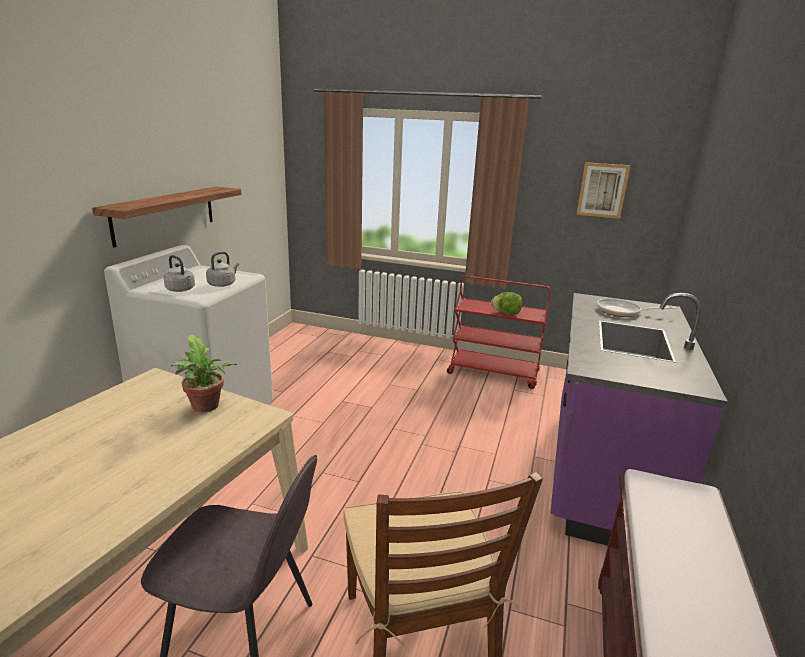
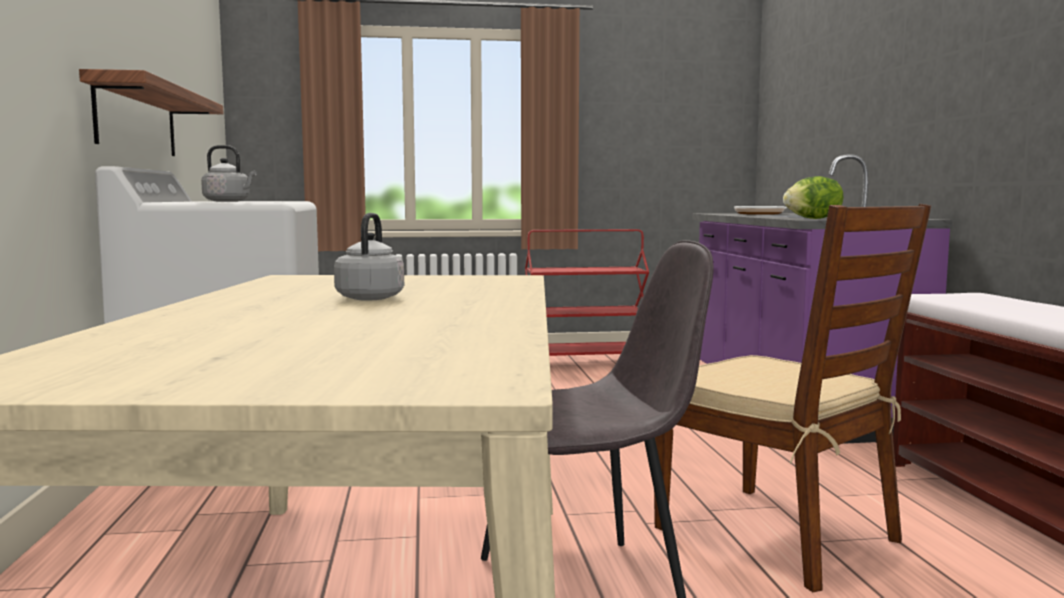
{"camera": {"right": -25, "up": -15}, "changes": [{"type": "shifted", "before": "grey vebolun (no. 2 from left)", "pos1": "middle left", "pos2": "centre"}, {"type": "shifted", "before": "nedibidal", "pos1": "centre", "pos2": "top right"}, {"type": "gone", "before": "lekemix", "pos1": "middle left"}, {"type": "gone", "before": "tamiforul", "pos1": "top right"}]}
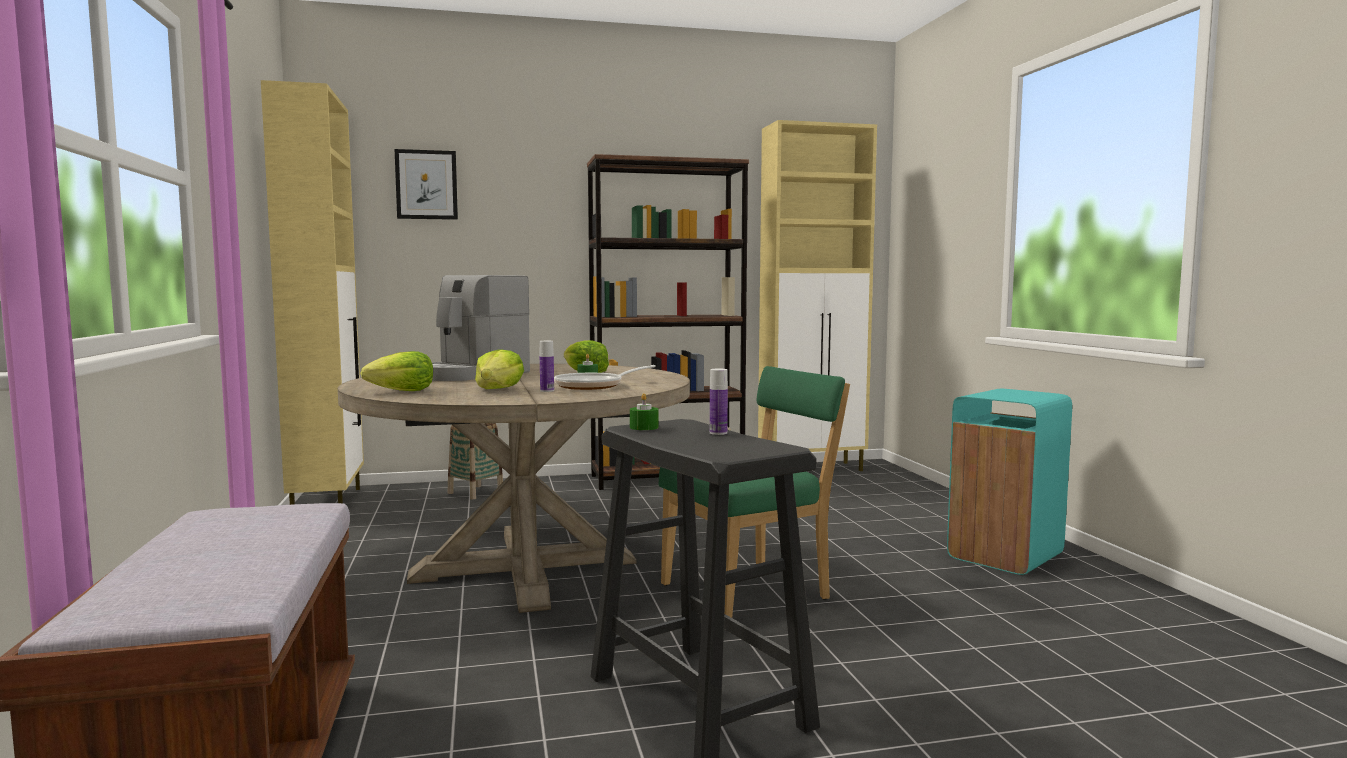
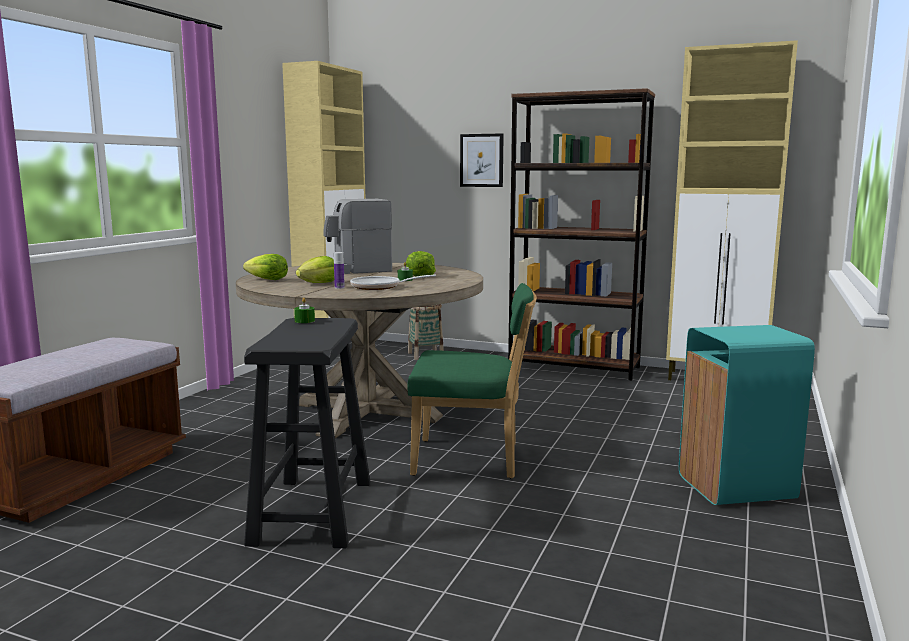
{"camera": {"right": 35, "up": 5}, "changes": [{"type": "shifted", "before": "tamiforul", "pos1": "top left", "pos2": "top centre"}, {"type": "gone", "before": "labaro (no. 2 from left)", "pos1": "centre"}]}
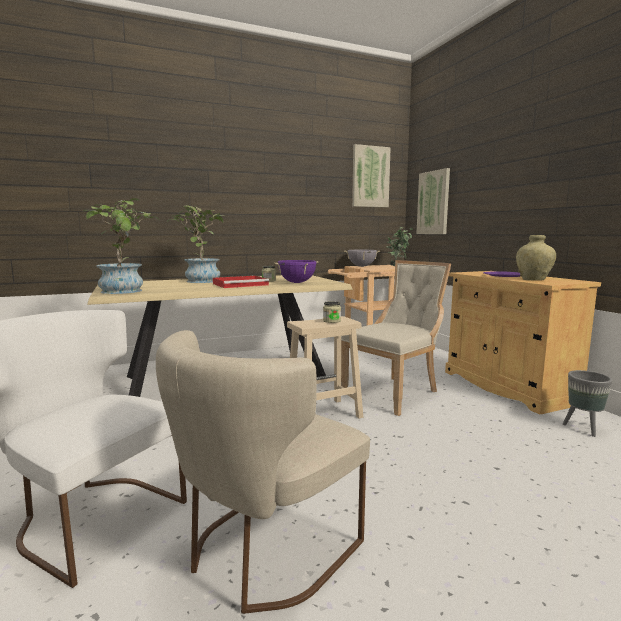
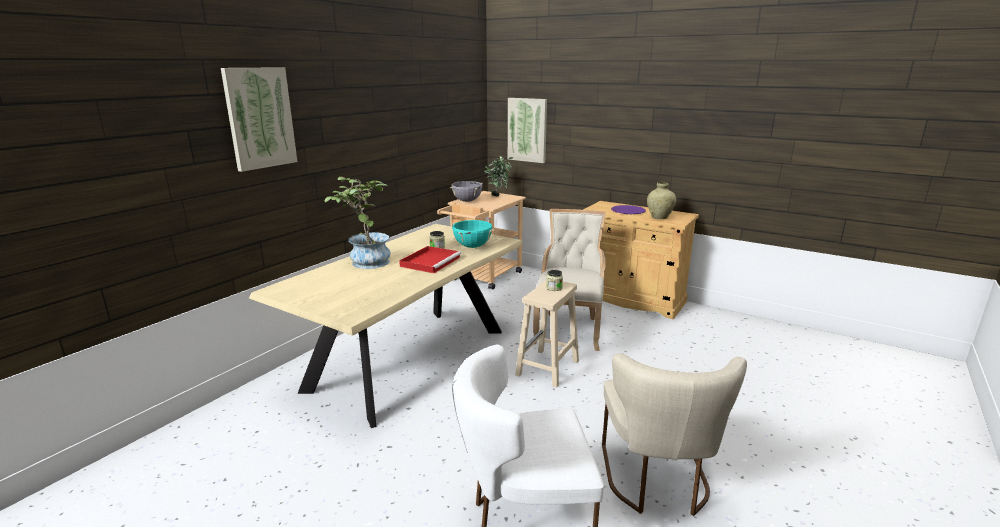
{"camera": {"right": -35, "up": 10}, "changes": [{"type": "shifted", "before": "tamiforul (no. 1 from left)", "pos1": "top centre", "pos2": "top left"}, {"type": "repainted", "before": "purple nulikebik", "after": "turquoise nulikebik", "pos1": "centre", "pos2": "centre"}, {"type": "gone", "before": "lekemix (no. 1 from left)", "pos1": "middle left"}, {"type": "gone", "before": "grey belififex", "pos1": "middle right"}]}
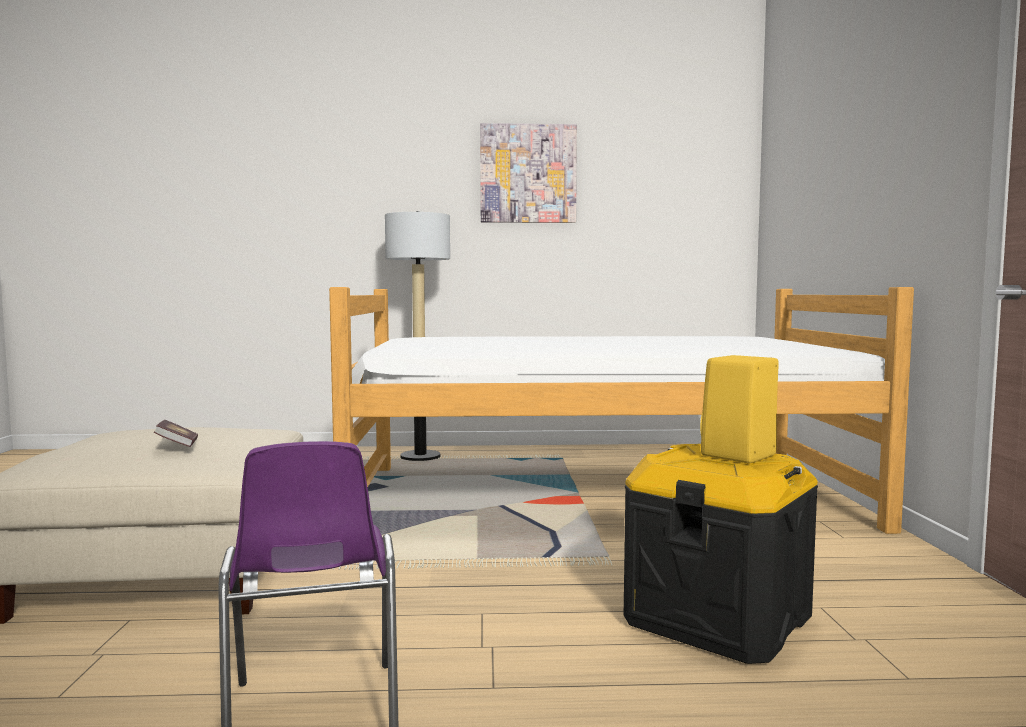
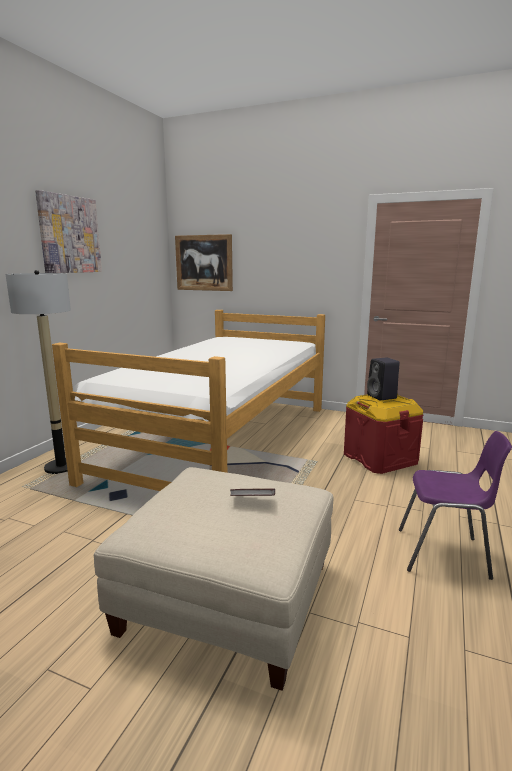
{"camera": {"right": -65, "up": 10}, "changes": [{"type": "new", "after": "tamiforul (no. 2 from left)", "pos2": "centre"}, {"type": "repainted", "before": "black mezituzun", "after": "red mezituzun", "pos1": "bottom right", "pos2": "middle right"}, {"type": "repainted", "before": "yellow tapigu", "after": "black tapigu", "pos1": "middle right", "pos2": "middle right"}]}
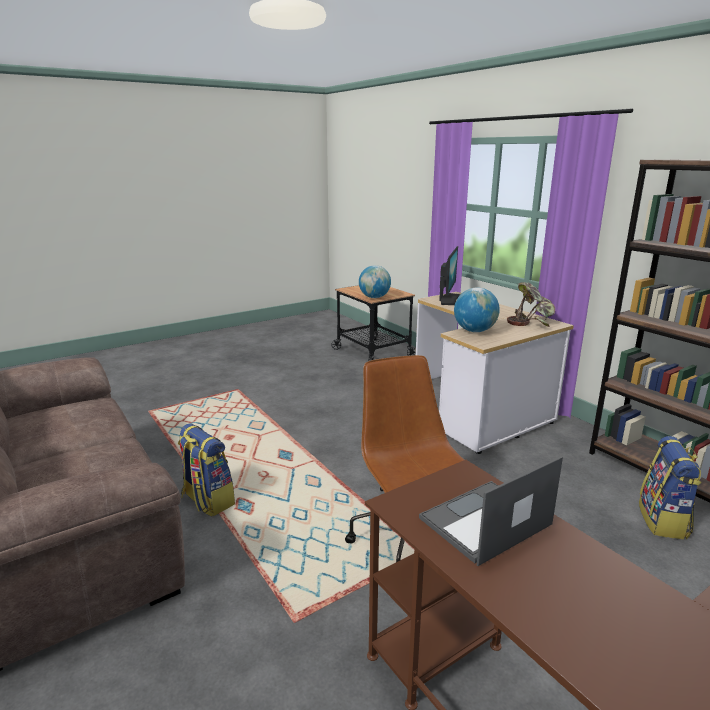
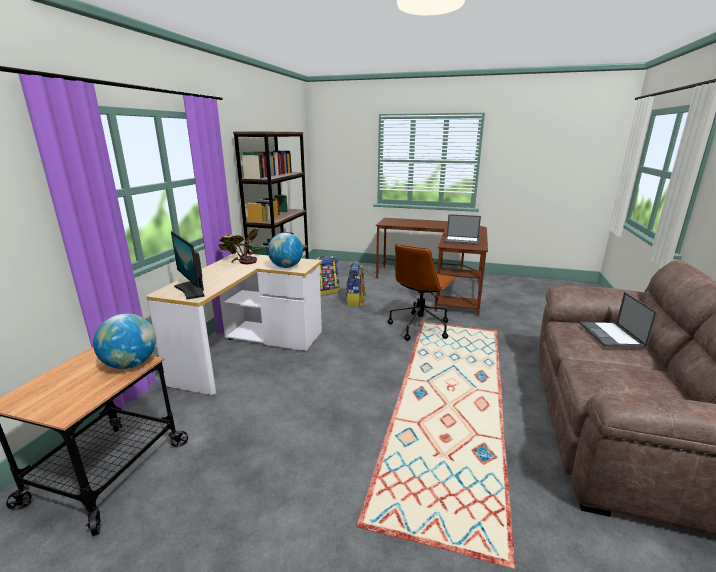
{"camera": {"right": -130, "up": 0}, "changes": [{"type": "rotated", "before": "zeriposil", "pos1": "centre", "pos2": "middle left", "turn": -105}, {"type": "shifted", "before": "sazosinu (no. 1 from left in the first image)", "after": "sazosinu (no. 2 from left)", "pos1": "middle left", "pos2": "centre"}, {"type": "new", "after": "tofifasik (no. 2 from left)", "pos2": "middle right"}]}
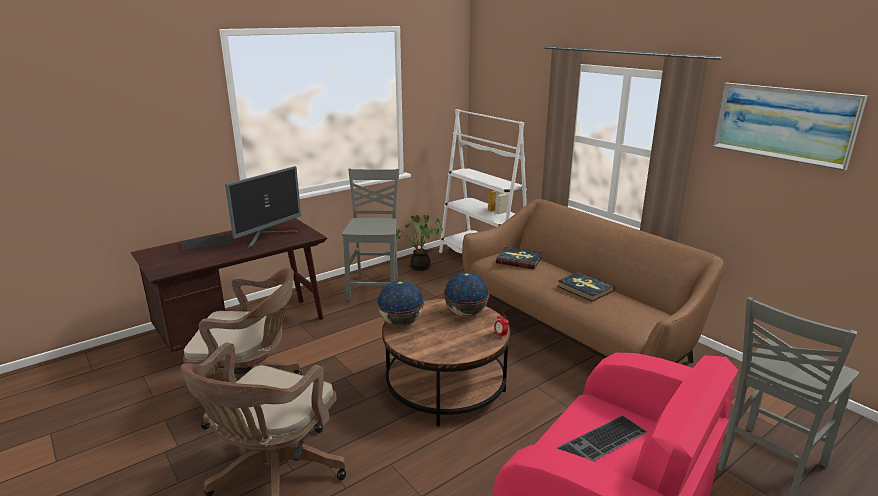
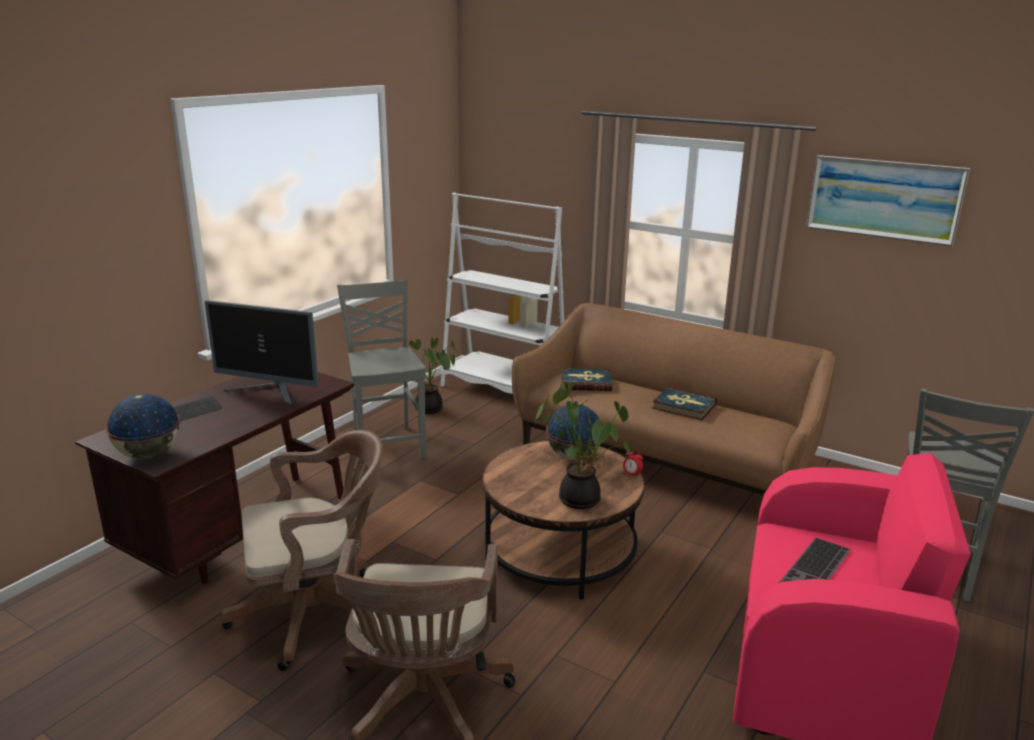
{"camera": {"right": -20, "up": 0}, "changes": [{"type": "shifted", "before": "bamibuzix (no. 1 from left)", "pos1": "centre", "pos2": "middle left"}, {"type": "rotated", "before": "zeriposil", "pos1": "middle left", "pos2": "middle left", "turn": 90}, {"type": "new", "after": "lekemix (no. 2 from left)", "pos2": "centre"}]}
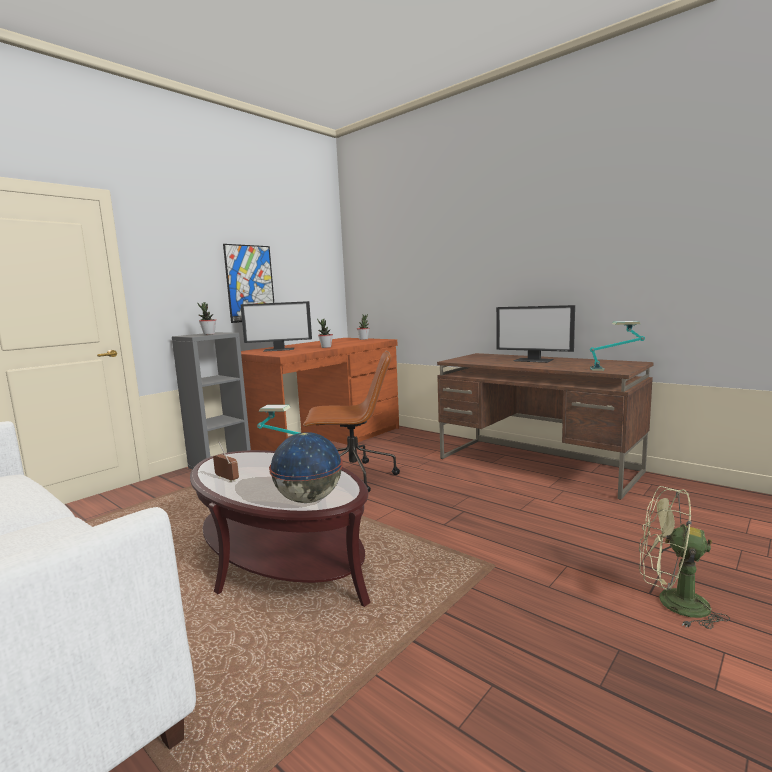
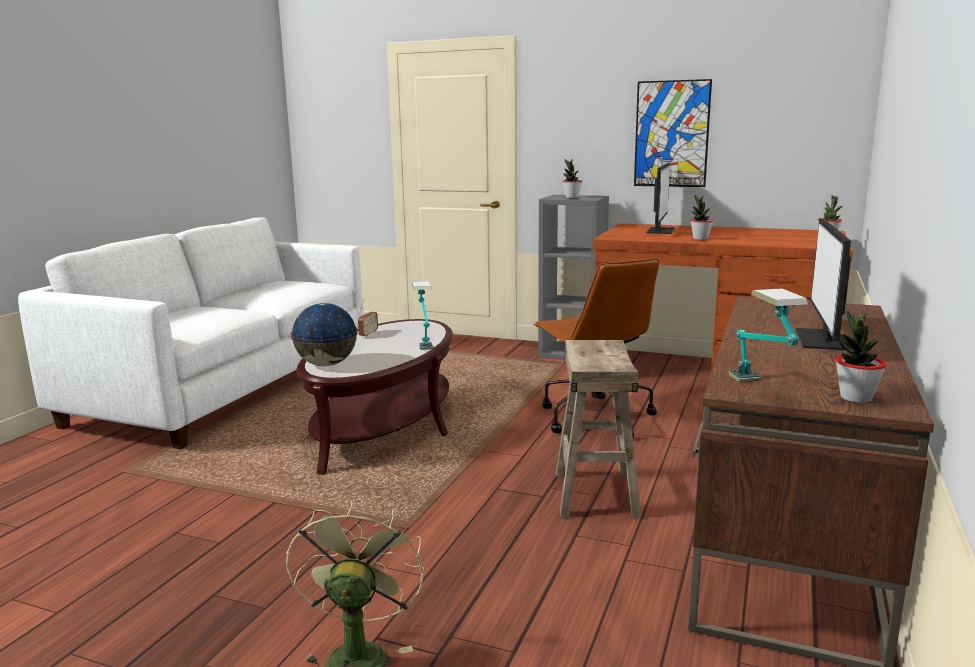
{"camera": {"right": 70, "up": 5}, "changes": [{"type": "new", "after": "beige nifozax", "pos2": "centre"}, {"type": "rotated", "before": "zeriposil (no. 1 from left)", "pos1": "centre", "pos2": "top right", "turn": -135}, {"type": "new", "after": "lekemix (no. 4 from left)", "pos2": "middle right"}]}
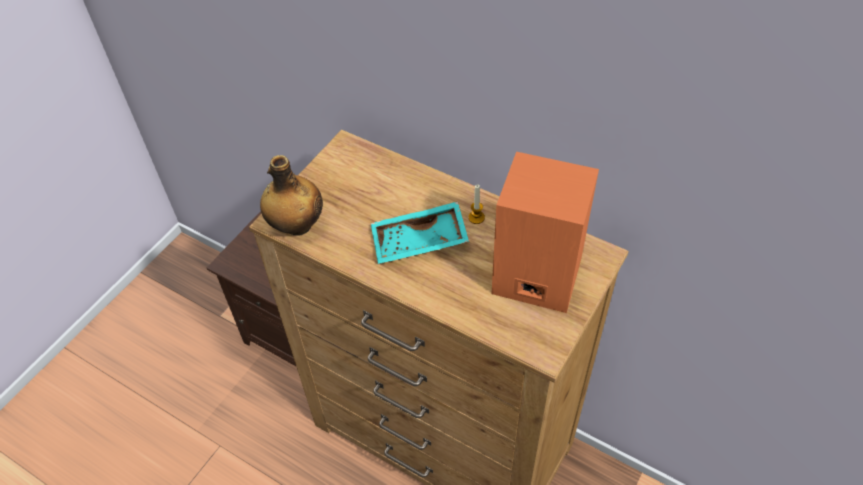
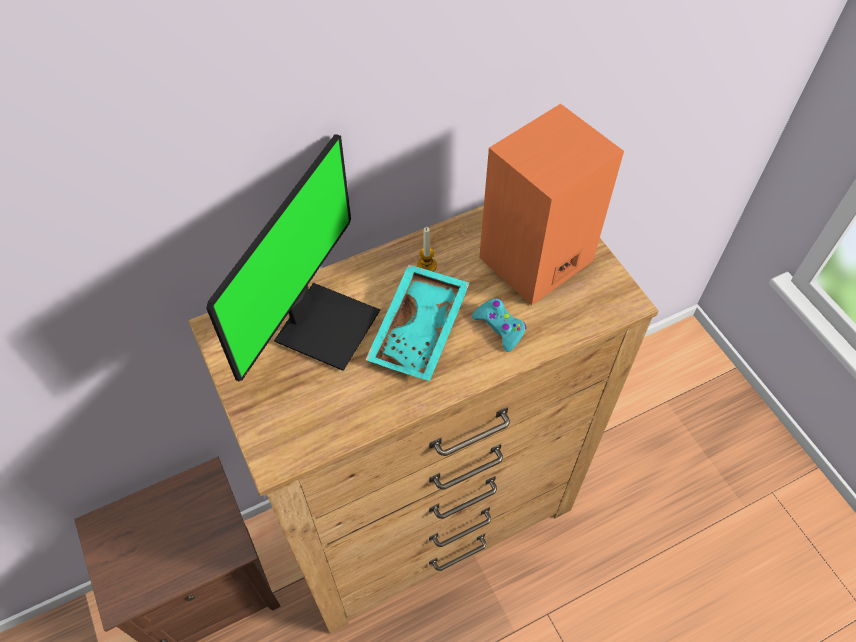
{"camera": {"right": -60, "up": 5}, "changes": [{"type": "new", "after": "zeriposil", "pos2": "centre"}, {"type": "new", "after": "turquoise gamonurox", "pos2": "centre"}, {"type": "gone", "before": "labaro", "pos1": "centre"}]}
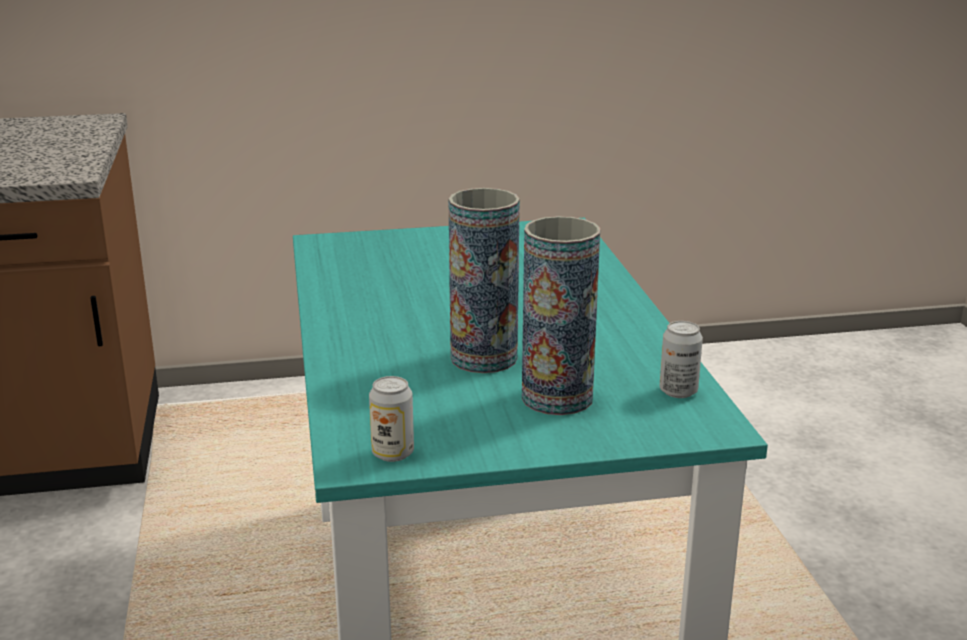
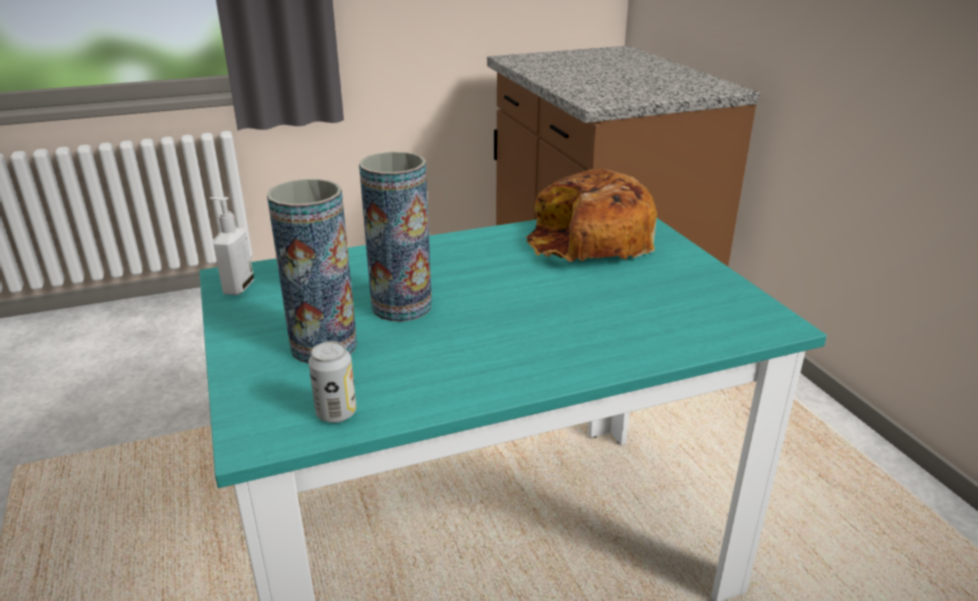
{"camera": {"right": 80, "up": 5}, "changes": [{"type": "swapped", "before": "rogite (no. 1 from left)", "after": "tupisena", "pos1": "centre", "pos2": "middle left"}, {"type": "new", "after": "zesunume", "pos2": "centre"}]}
